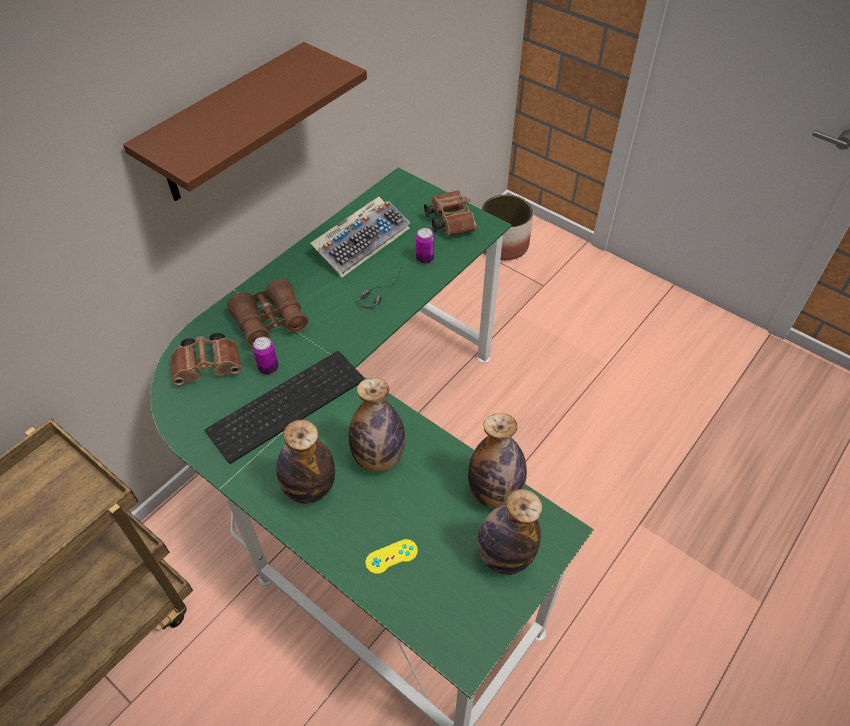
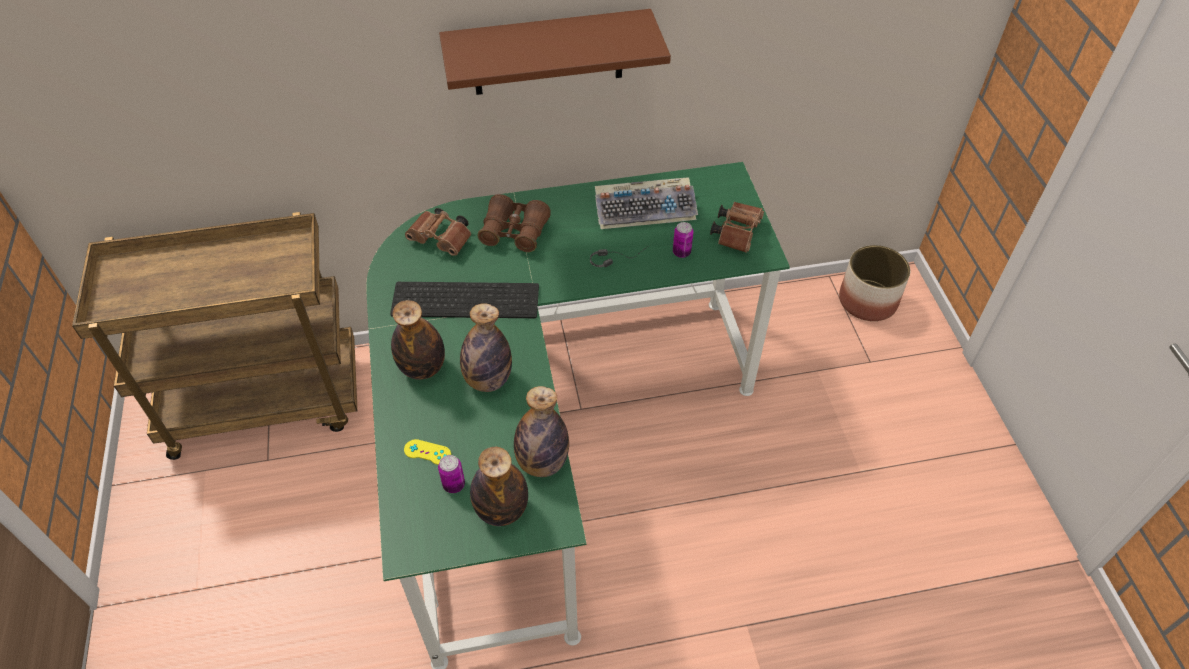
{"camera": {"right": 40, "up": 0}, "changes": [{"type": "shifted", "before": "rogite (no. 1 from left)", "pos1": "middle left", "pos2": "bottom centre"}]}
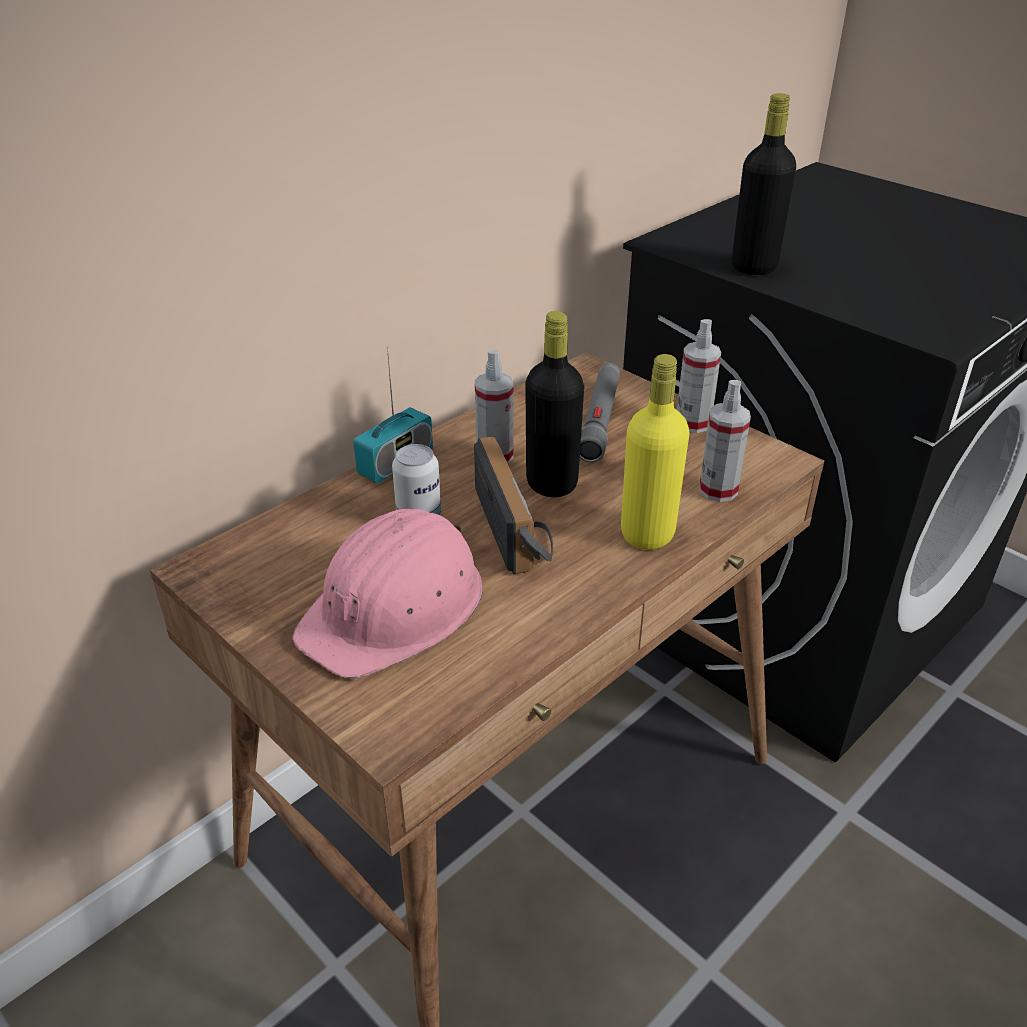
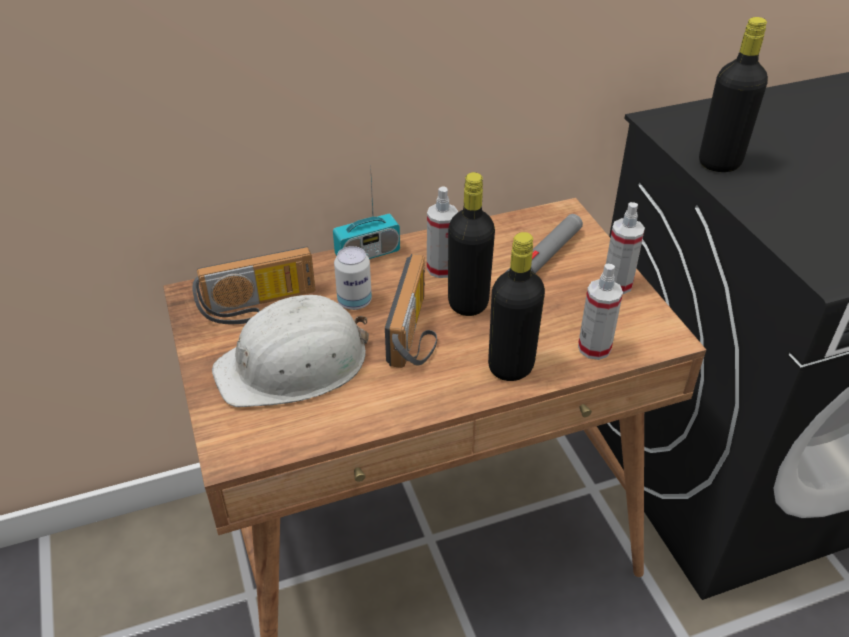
{"camera": {"right": 25, "up": 5}, "changes": [{"type": "new", "after": "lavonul (no. 1 from left)", "pos2": "middle left"}, {"type": "repainted", "before": "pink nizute", "after": "white nizute", "pos1": "centre", "pos2": "centre"}, {"type": "repainted", "before": "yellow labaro", "after": "black labaro (no. 2 from left)", "pos1": "centre", "pos2": "centre"}]}
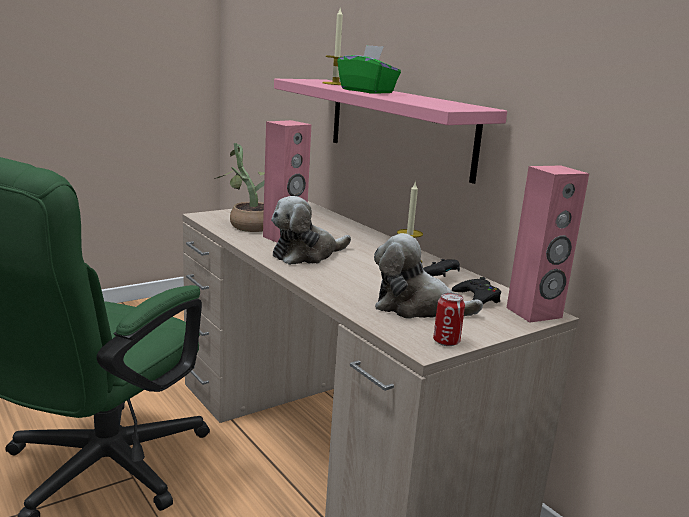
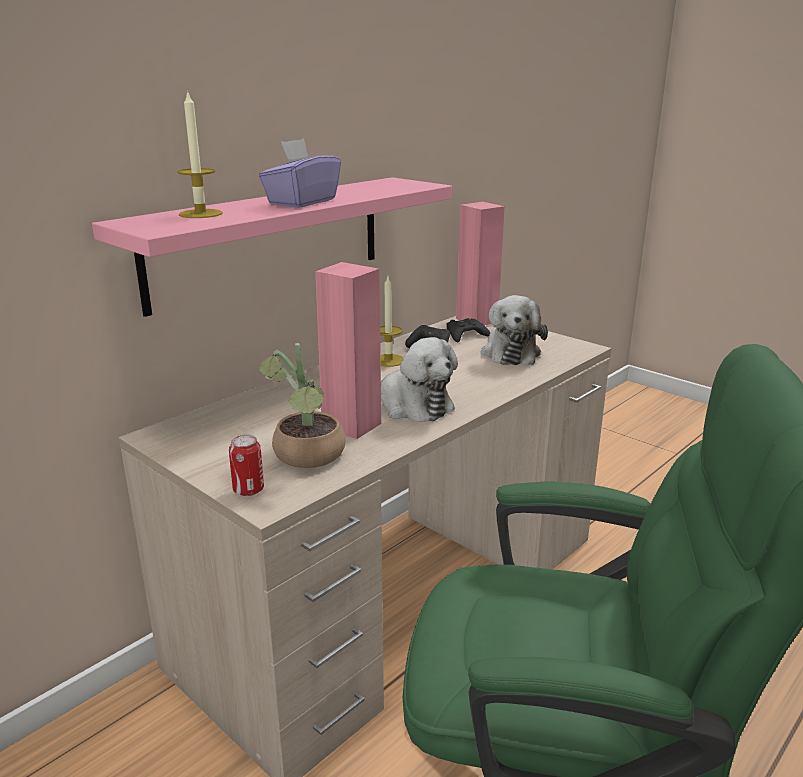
{"camera": {"right": -100, "up": 5}, "changes": [{"type": "shifted", "before": "rogite", "pos1": "centre", "pos2": "middle left"}, {"type": "repainted", "before": "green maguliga", "after": "purple maguliga", "pos1": "top centre", "pos2": "top centre"}]}
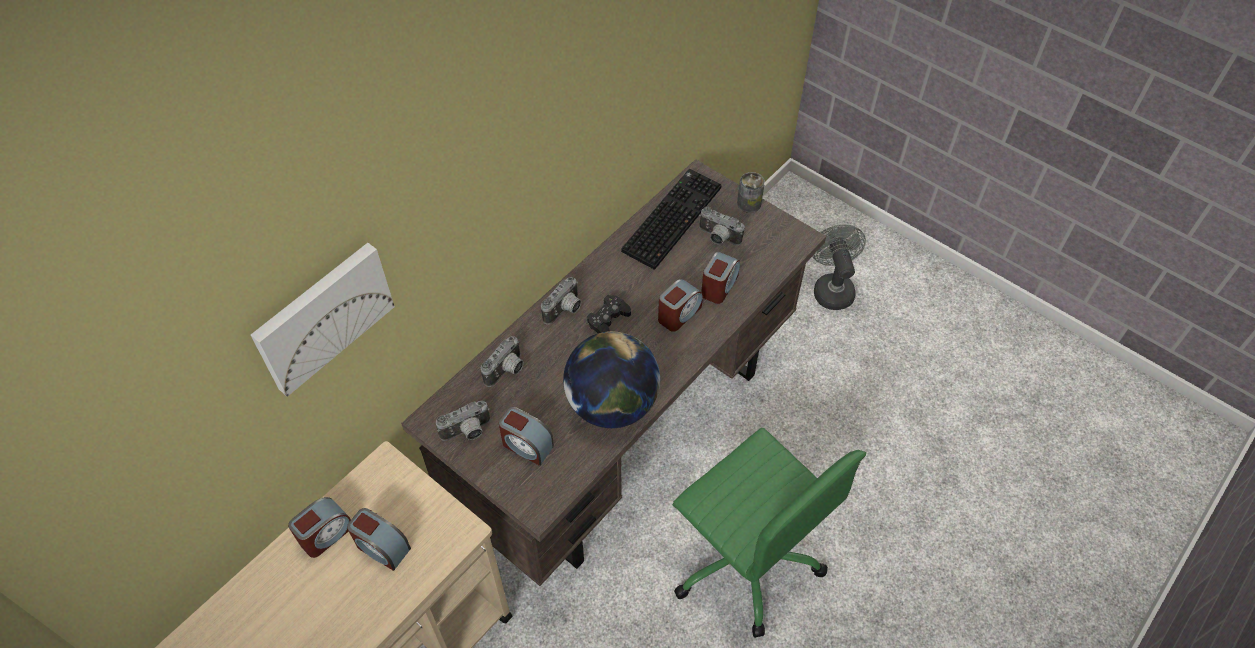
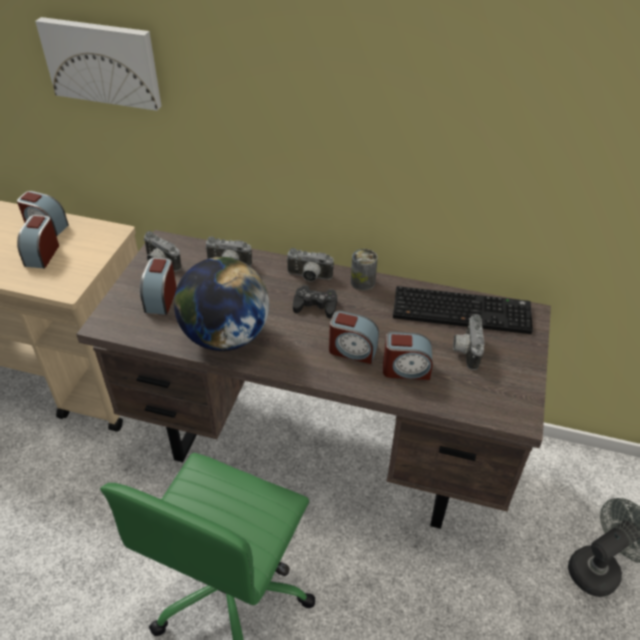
{"camera": {"right": 65, "up": -10}, "changes": [{"type": "shifted", "before": "rogite", "pos1": "top centre", "pos2": "centre"}]}
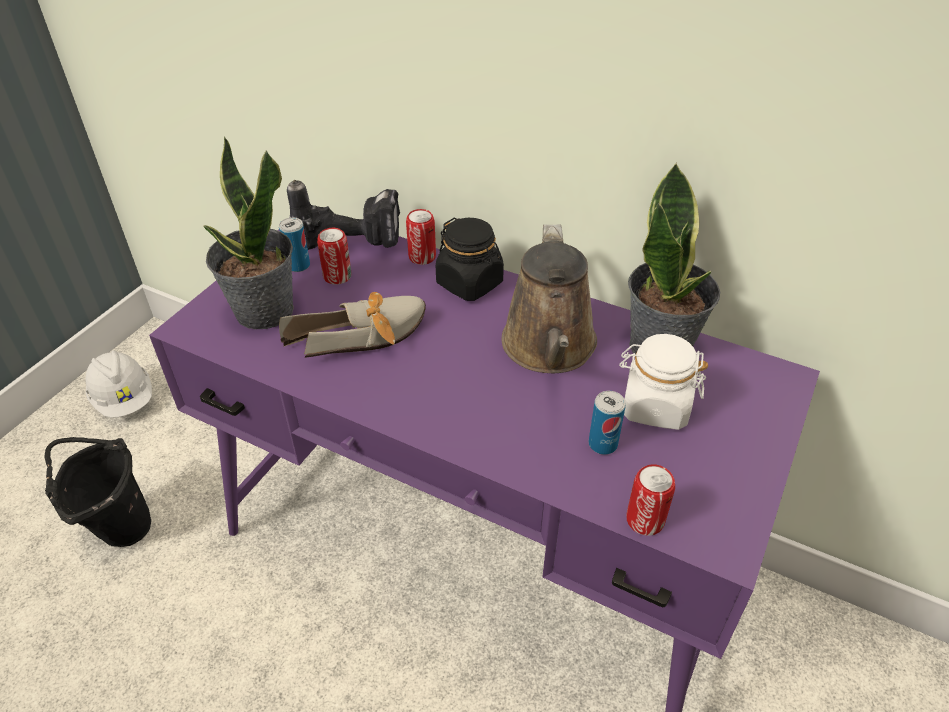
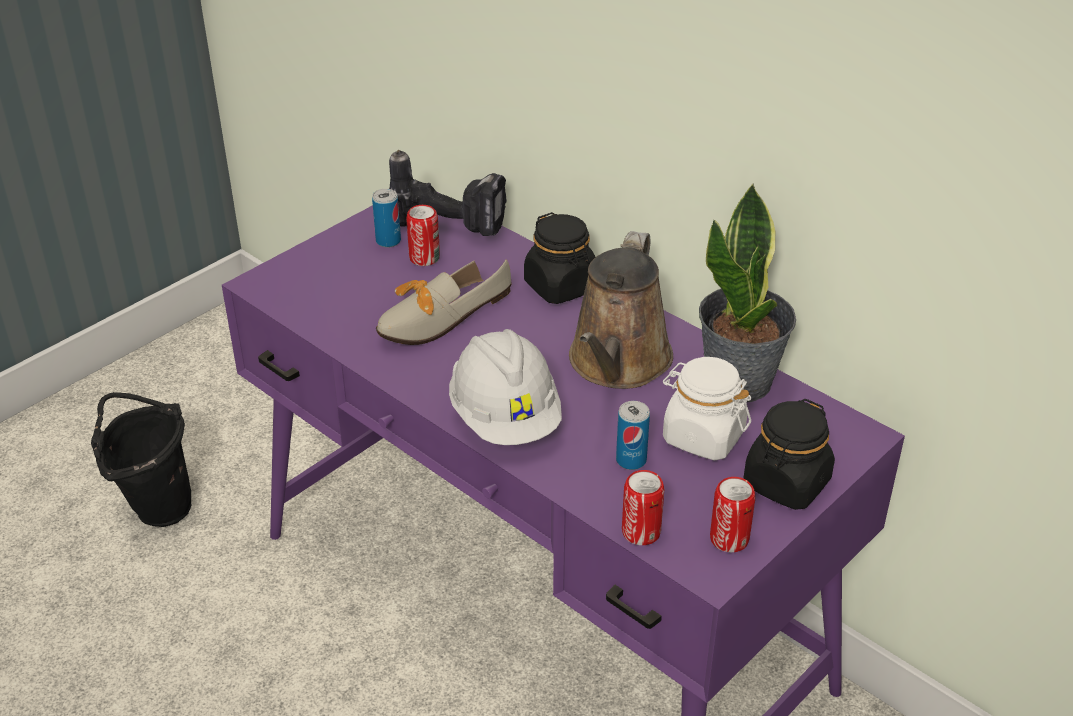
{"camera": {"right": 15, "up": -5}, "changes": [{"type": "rotated", "before": "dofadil", "pos1": "centre", "pos2": "centre", "turn": 150}, {"type": "shifted", "before": "white nizute", "pos1": "middle left", "pos2": "centre"}, {"type": "shifted", "before": "rogite (no. 3 from left in the first image)", "after": "rogite (no. 5 from left)", "pos1": "top centre", "pos2": "bottom right"}, {"type": "new", "after": "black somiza (no. 2 from left)", "pos2": "middle right"}, {"type": "gone", "before": "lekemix (no. 1 from left)", "pos1": "top left"}]}
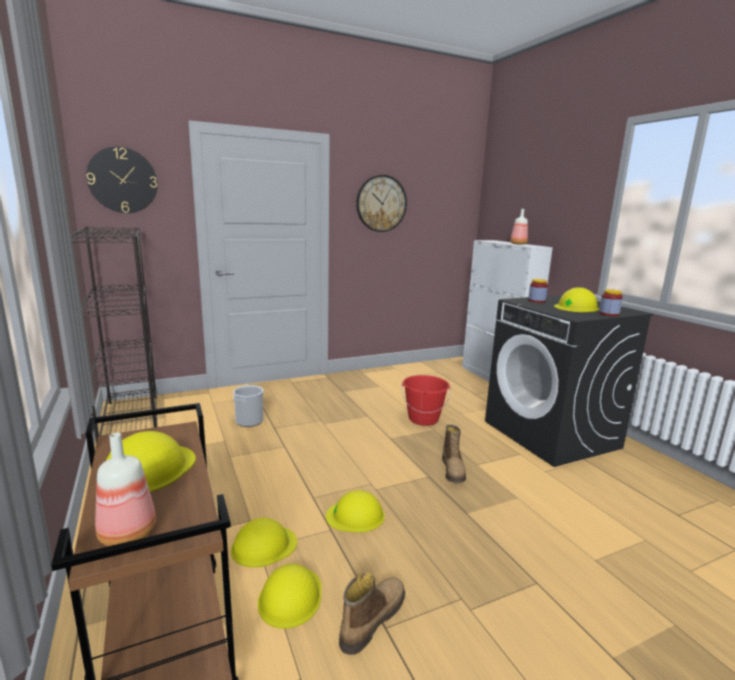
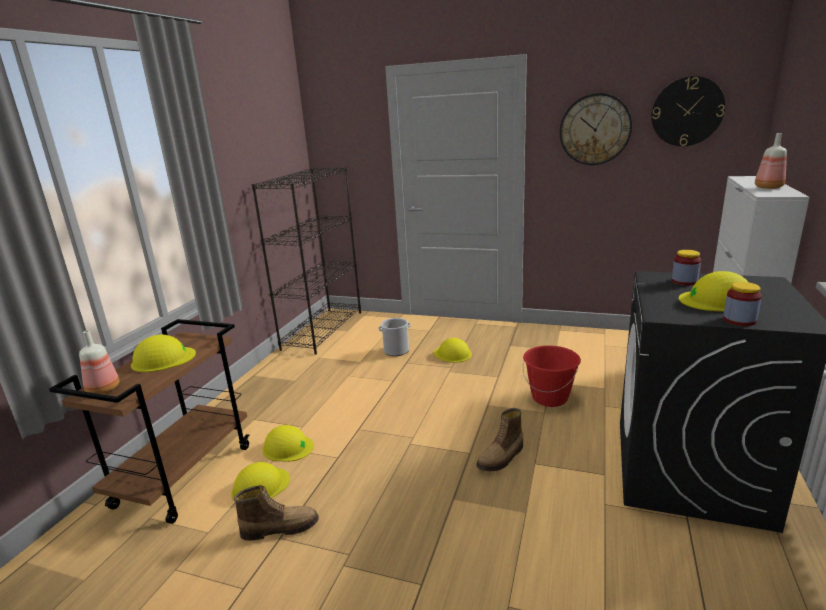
{"camera": {"right": 45, "up": 5}, "changes": [{"type": "shifted", "before": "yellow nizute (no. 4 from left)", "pos1": "bottom centre", "pos2": "centre"}, {"type": "shifted", "before": "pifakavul (no. 1 from left in the first image)", "after": "pifakavul (no. 2 from left)", "pos1": "top left", "pos2": "top right"}]}
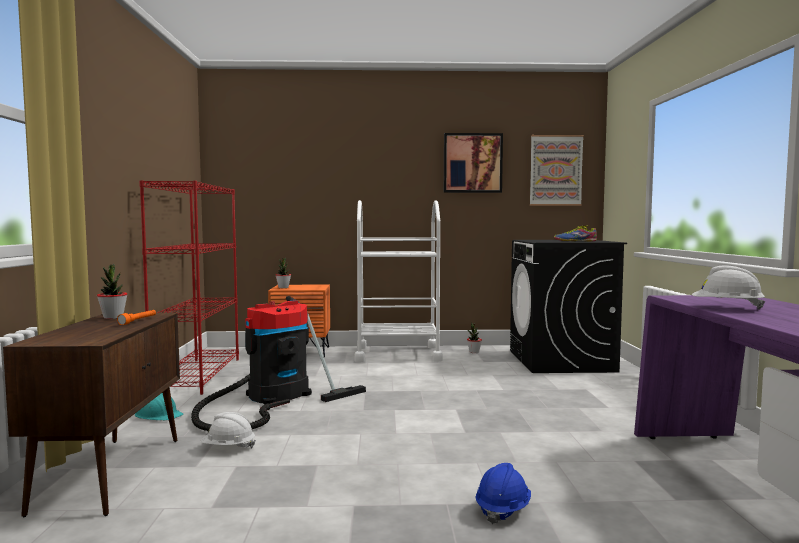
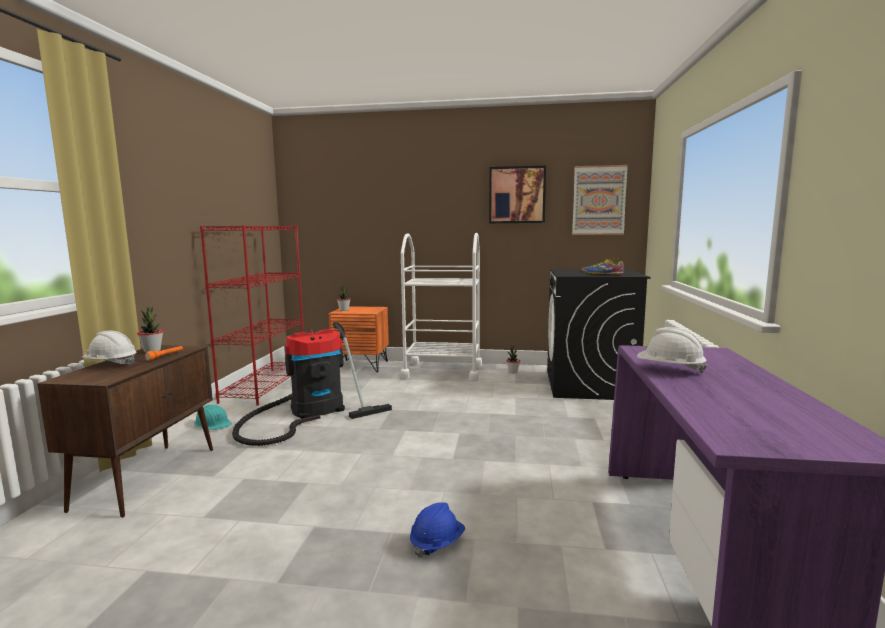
{"camera": {"right": 10, "up": 5}, "changes": [{"type": "shifted", "before": "white nizute (no. 1 from left)", "pos1": "bottom left", "pos2": "middle left"}]}
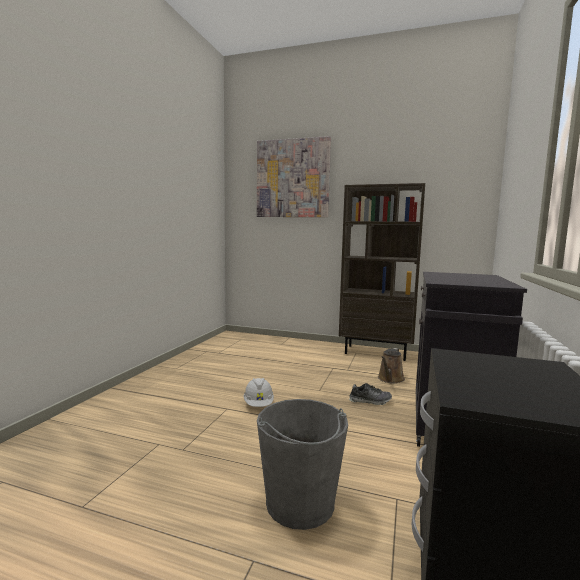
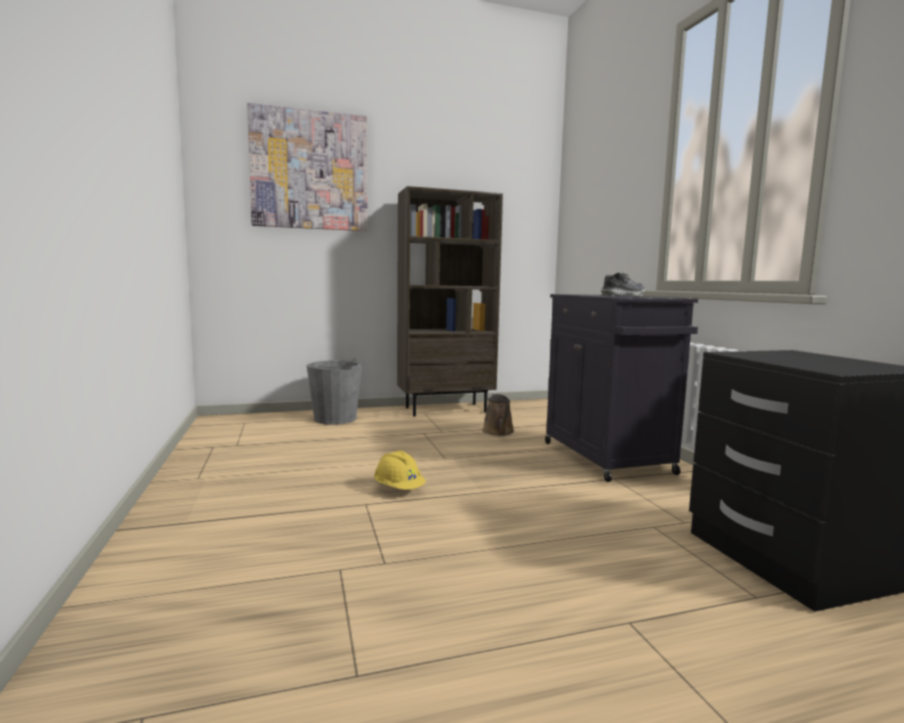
{"camera": {"right": -35, "up": 0}, "changes": [{"type": "shifted", "before": "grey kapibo", "pos1": "bottom centre", "pos2": "centre"}, {"type": "repainted", "before": "white nizute", "after": "yellow nizute", "pos1": "bottom centre", "pos2": "centre"}, {"type": "shifted", "before": "dofadil", "pos1": "bottom centre", "pos2": "middle right"}]}
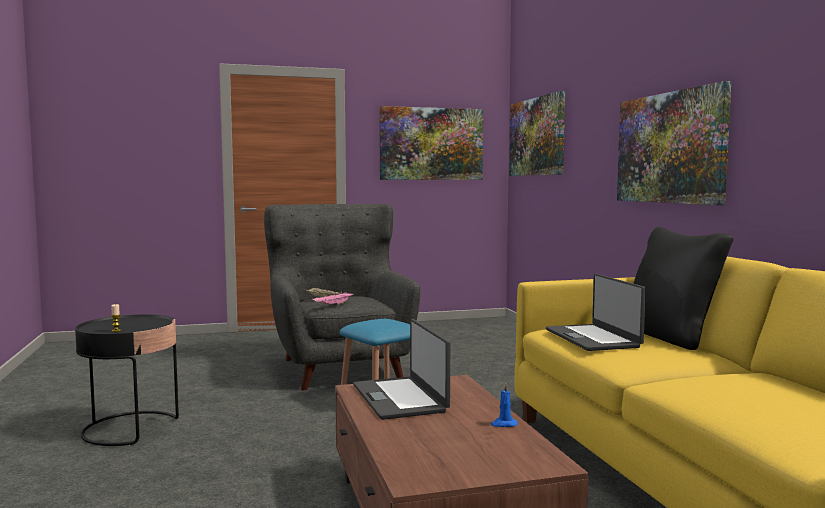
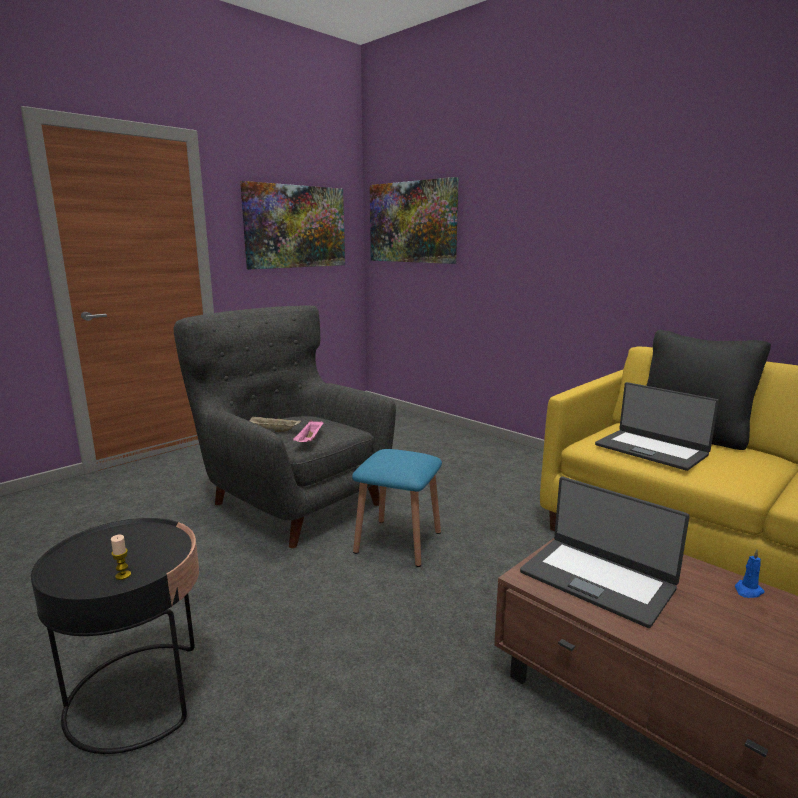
{"camera": {"right": -30, "up": 10}, "changes": [{"type": "gone", "before": "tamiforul (no. 3 from left)", "pos1": "top right"}]}
